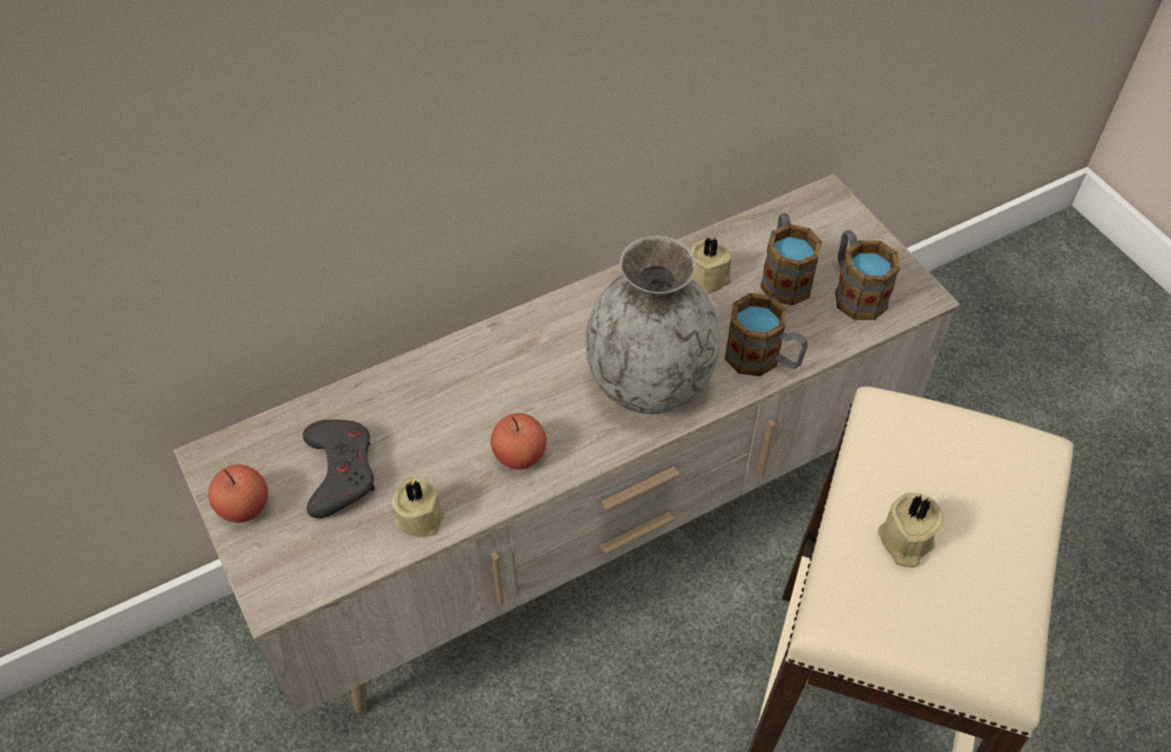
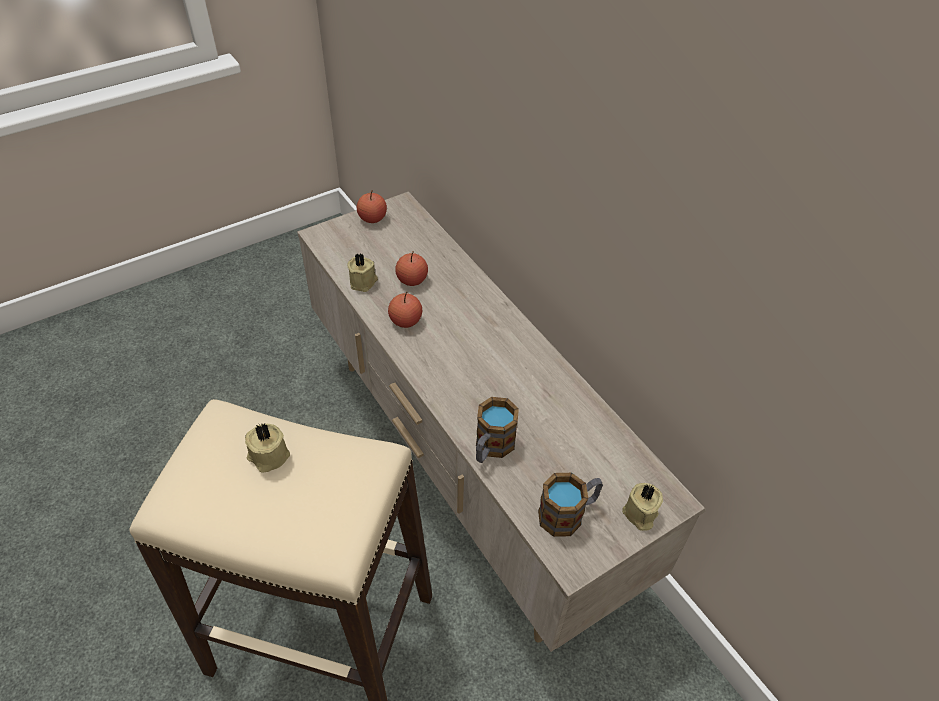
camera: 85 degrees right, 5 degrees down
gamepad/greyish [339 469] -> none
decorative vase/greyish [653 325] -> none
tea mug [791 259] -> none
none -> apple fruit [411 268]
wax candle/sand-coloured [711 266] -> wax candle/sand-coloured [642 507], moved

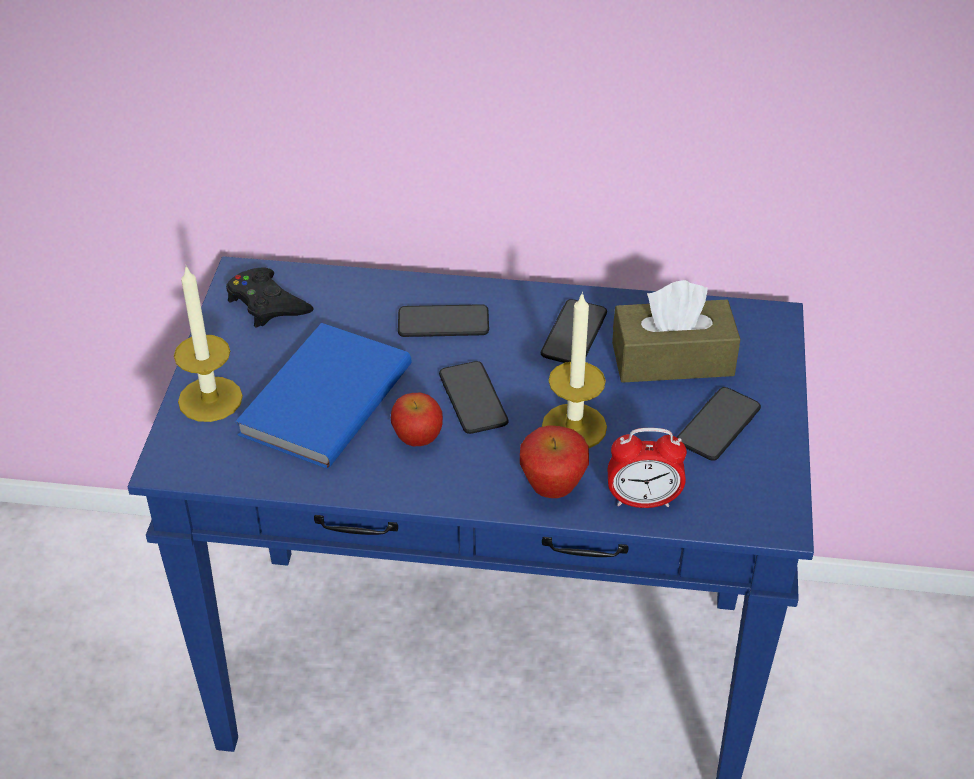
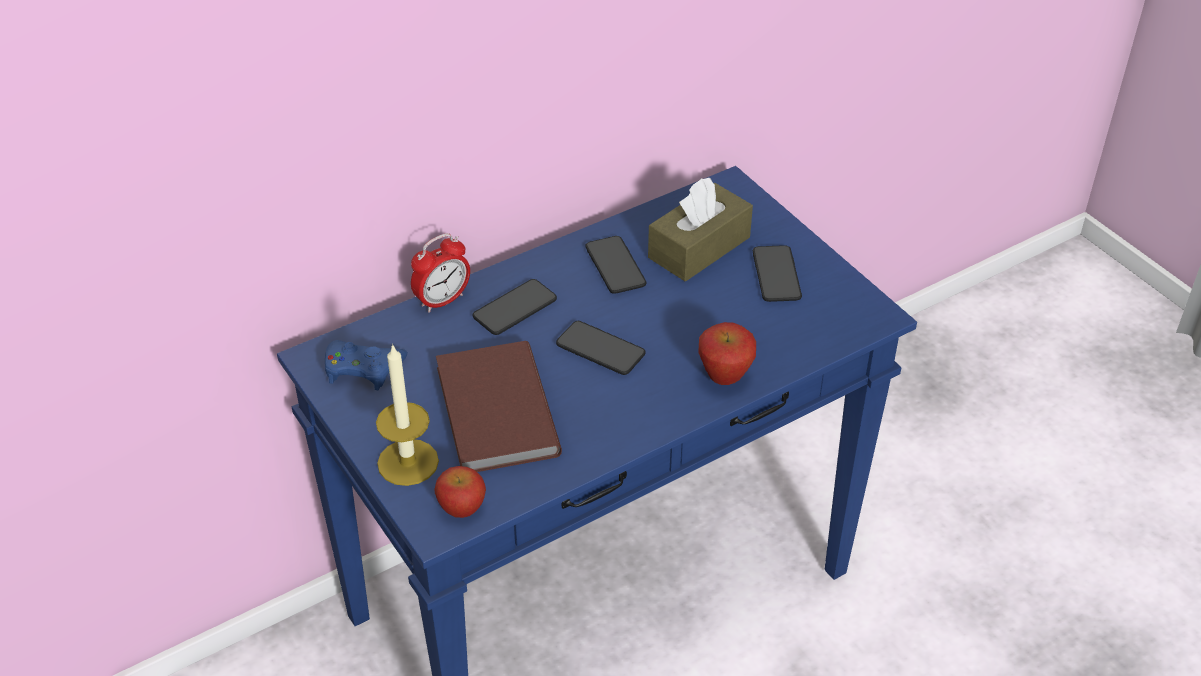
camera: 40 degrees left, 0 degrees up
wax candle [574 370] -> none
apple fruit [417 419] -> apple fruit [460 492], moved
table clock [647 468] -> table clock [440 273], moved
gamepad/blackish [270 297] -> gamepad/blue-coloured [366 365]
volume/blue-coloured [323 396] -> volume/brown-coloured [499 406]

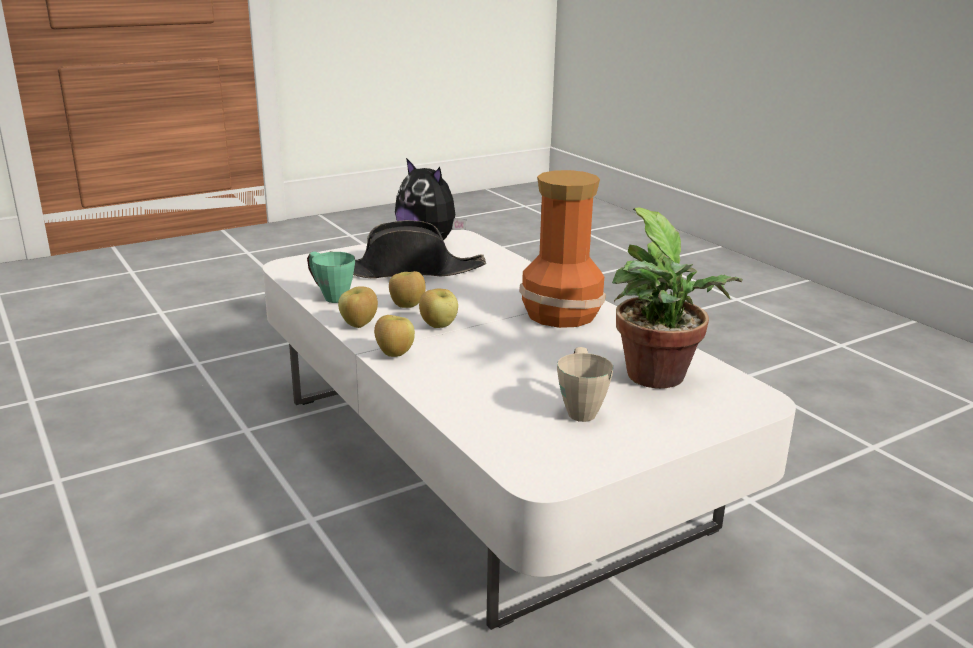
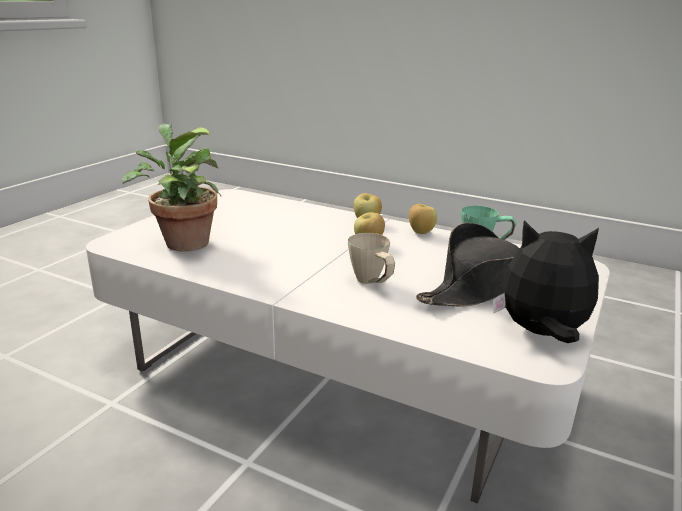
camera: 150 degrees right, 0 degrees up
apple fruit [407 289] -> none
decorative vase [562 249] -> none
tea mug/sand-coloured [585 384] -> tea mug/sand-coloured [371 258], moved

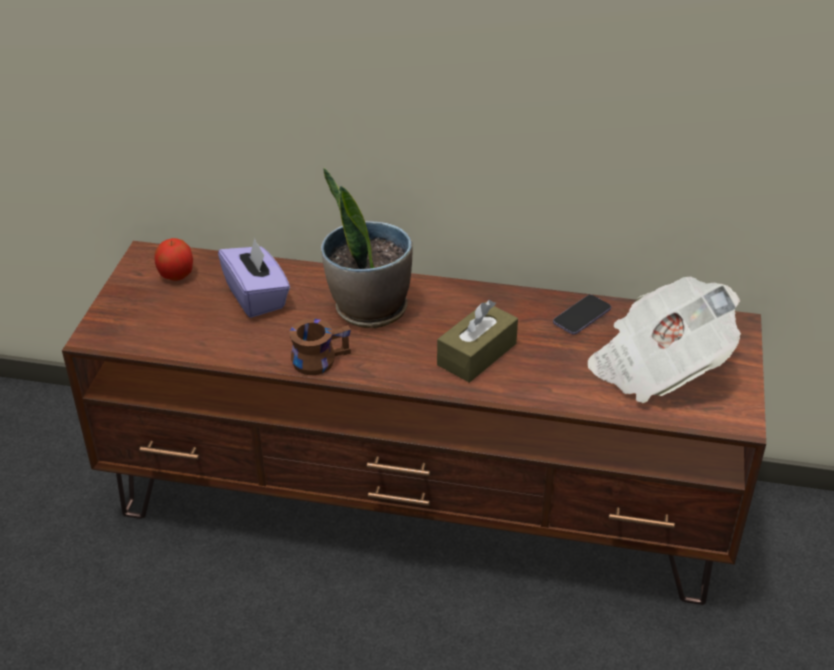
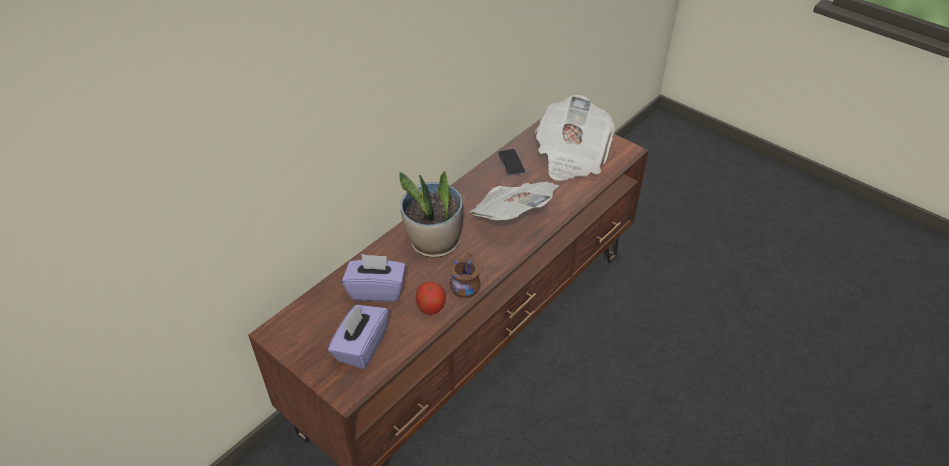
camera: 60 degrees left, 5 degrees up
none -> tissue box/purplish [358 337]
apple fruit [173 259] -> apple fruit [431 298], moved
tissue box/brown-coloured [477 341] -> newspaper [514 200]

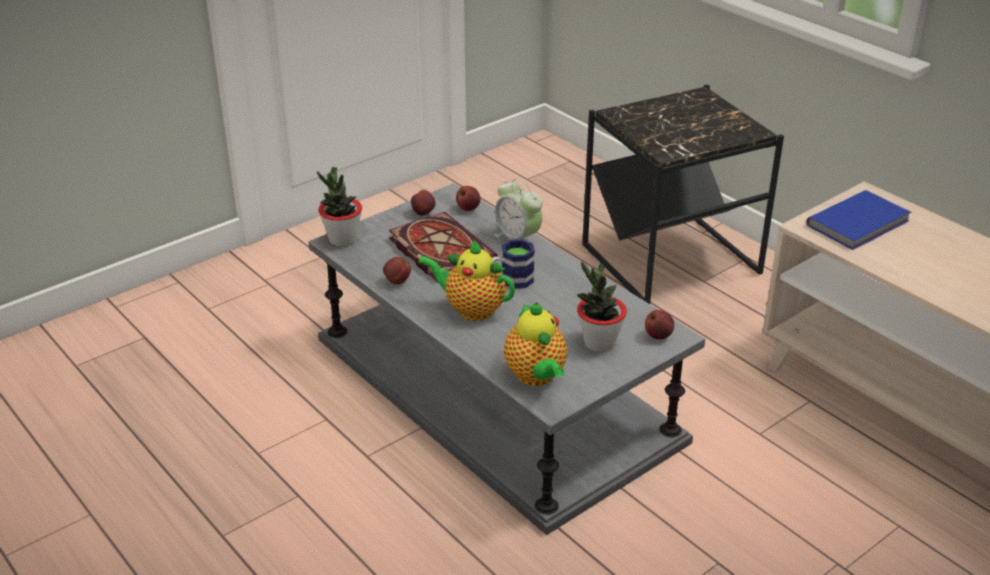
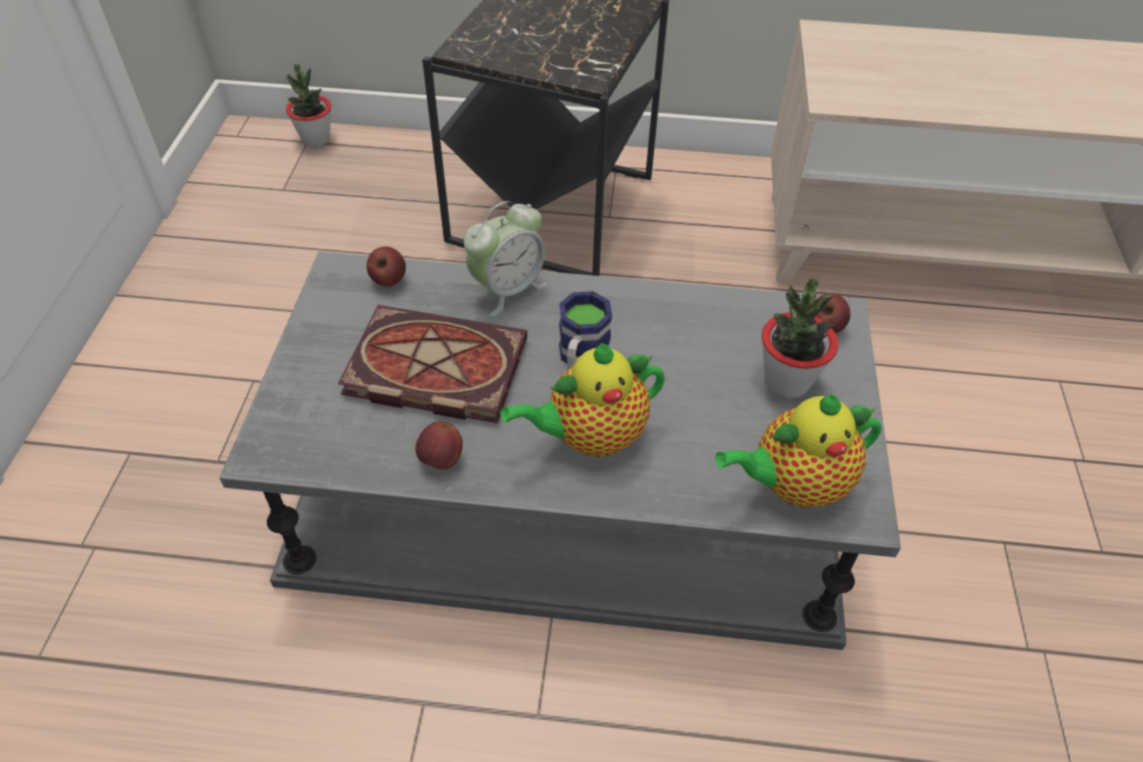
camera: 45 degrees left, 15 degrees up
apple fruit [423 203] -> none
volume/blue-coloured [858 220] -> none
potted plant [339 207] -> potted plant [308 105], moved
table clock [518 209] -> table clock [505 258], 45 degrees counterclockwise
pot for tea [535 344] -> pot for tea [798 451], 135 degrees clockwise

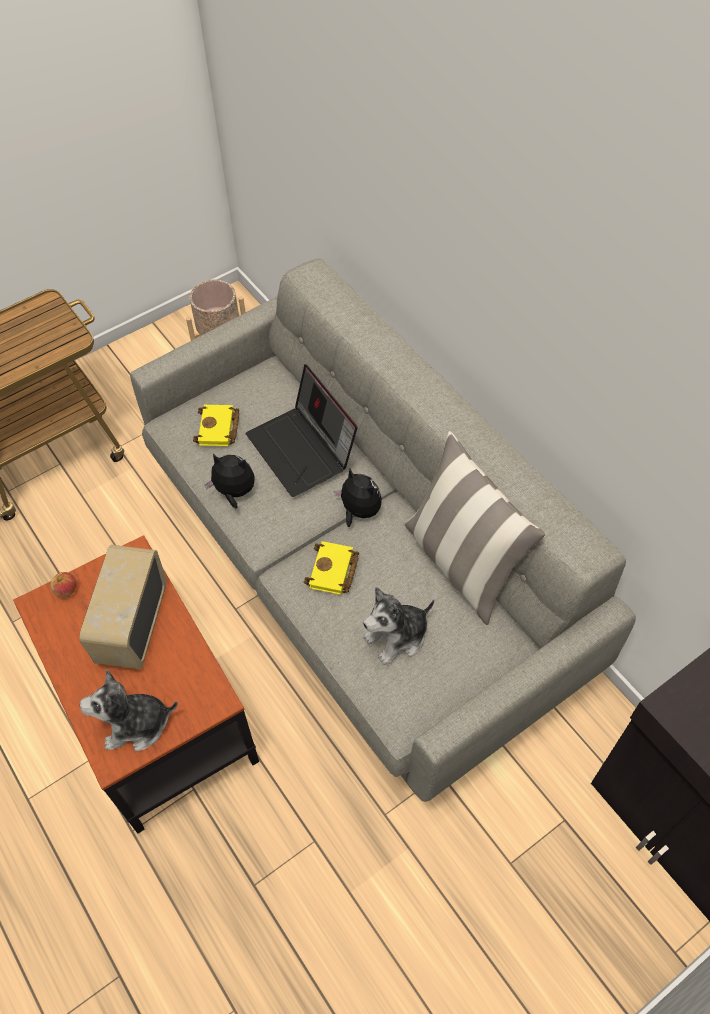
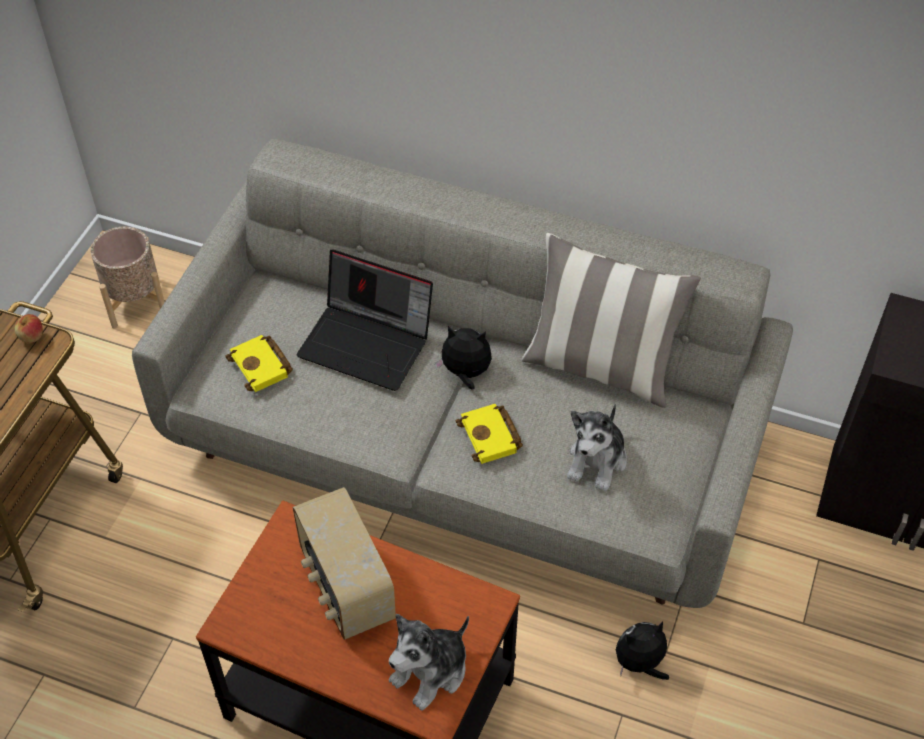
camera: 35 degrees left, 5 degrees down
apple fruit [63 585] -> apple fruit [29 328], moved
soft toy [230 481] -> soft toy [642 651], moved

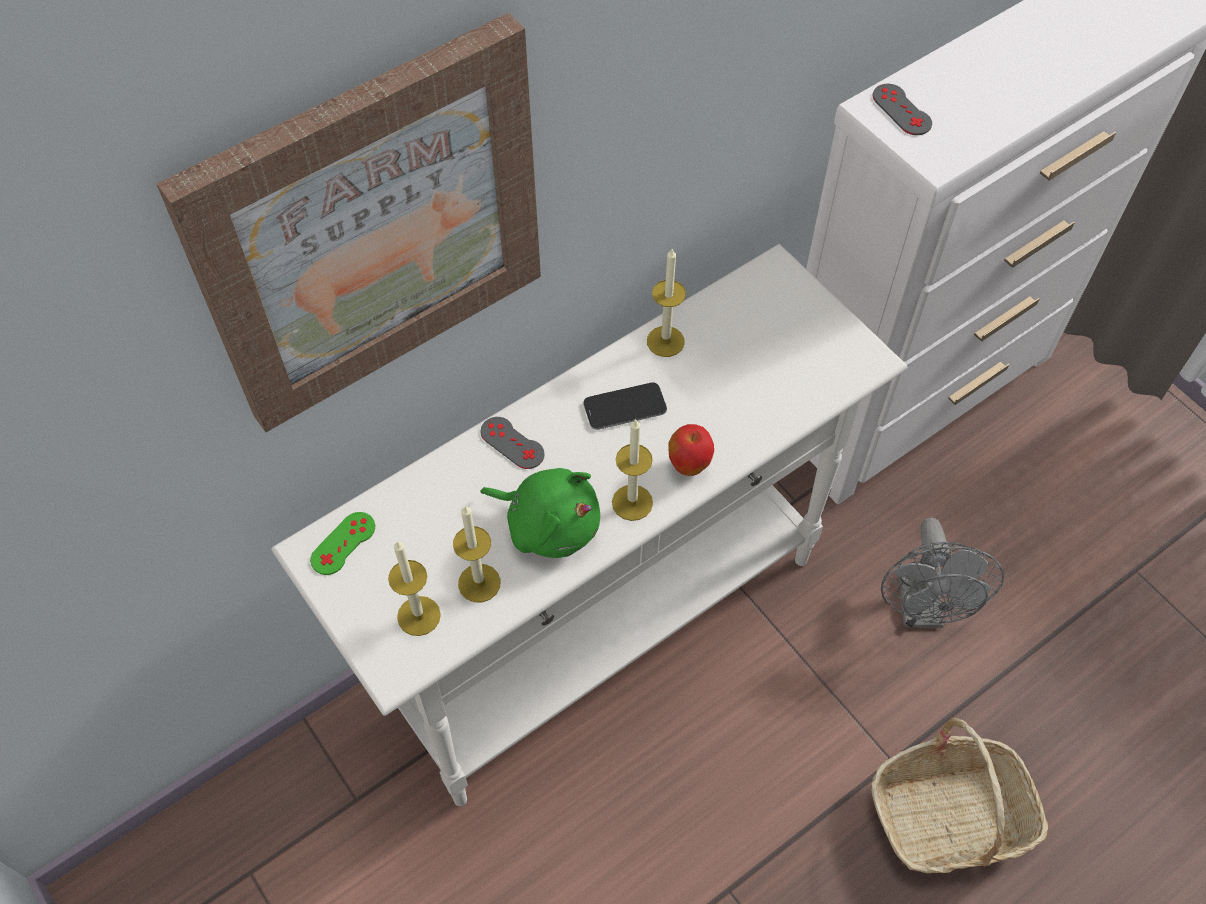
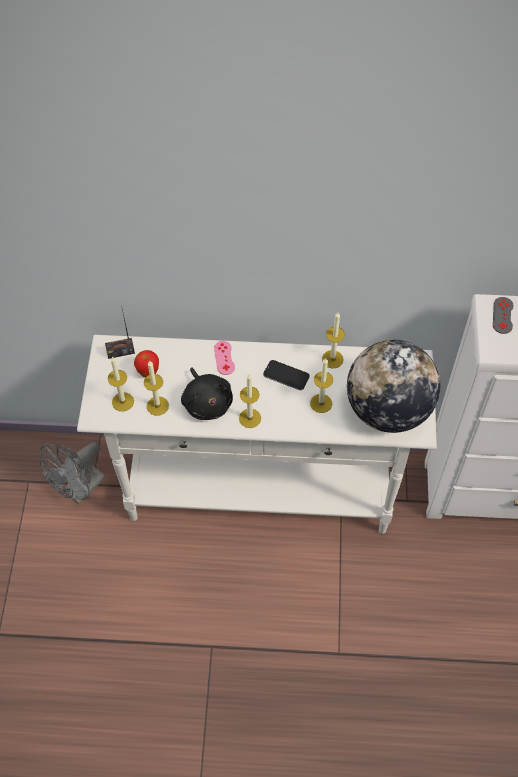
camera: 40 degrees right, 0 degrees up
wall art [349 222] -> none
basket [959 795] -> none
none -> wax candle [321 385]
none -> desk globe [393 386]
apple fruit [691 450] -> apple fruit [146 363], moved
cooling fan/greyish [942 573] -> cooling fan/greyish [73 473], moved
gamepad/green-coloured [342 543] -> radio receiver [120 332]
gamepad/greyish [512 443] -> gamepad/pink [224 358]
soft toy/green-coloured [540 513] -> soft toy/blackish [207 393]

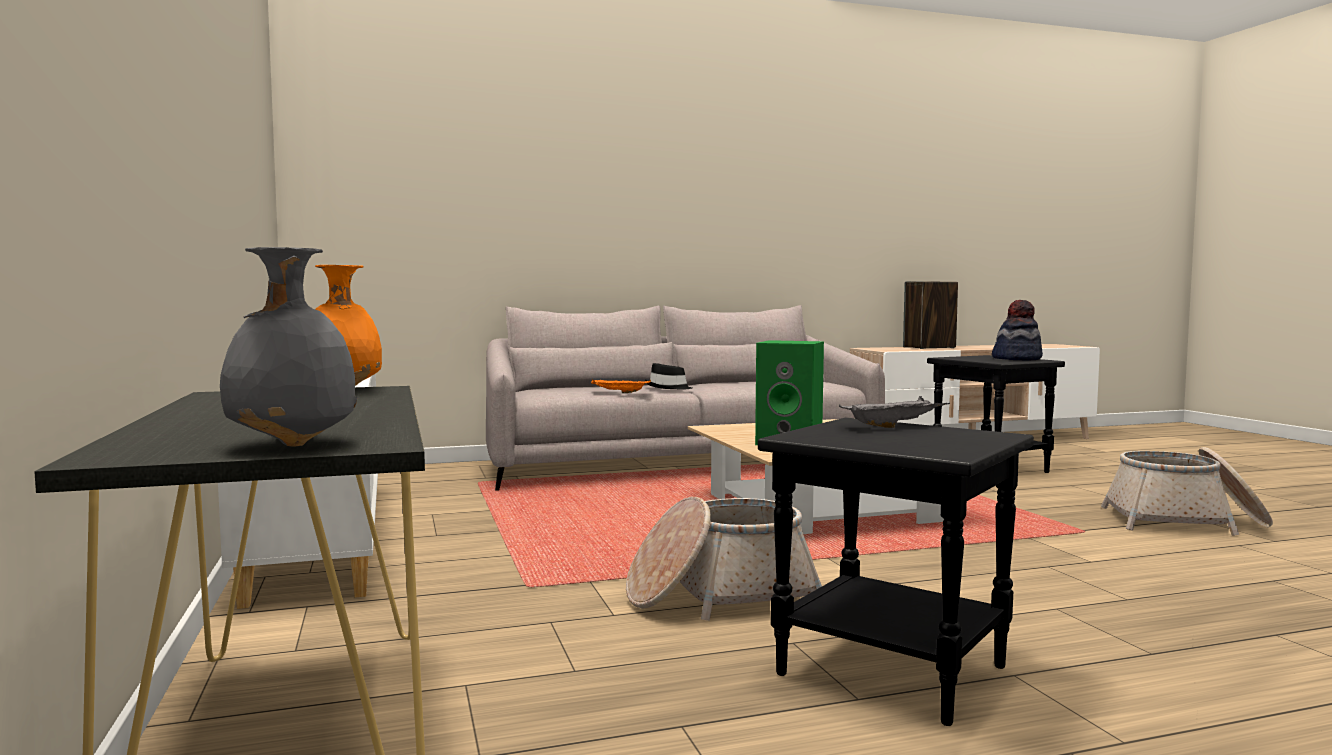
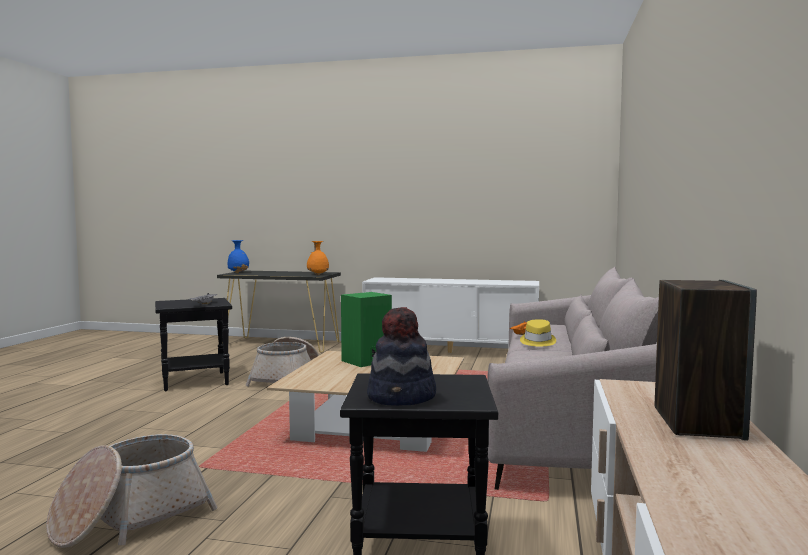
camera: 120 degrees right, 0 degrees up
decorative vase/greyish [288 346] -> decorative vase/blue-coloured [238 256]
wearable hat/blackish [668 376] -> wearable hat/yellow [538 332]

